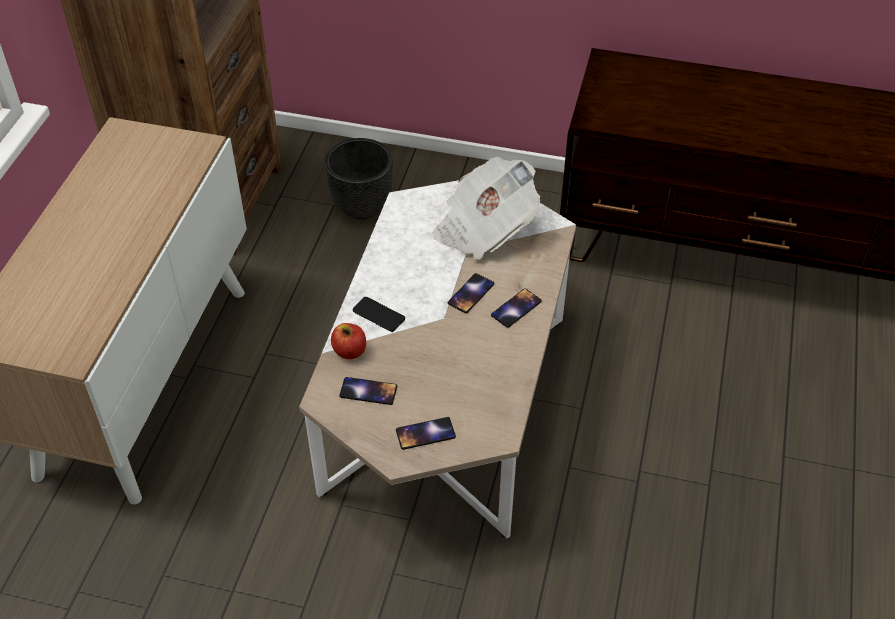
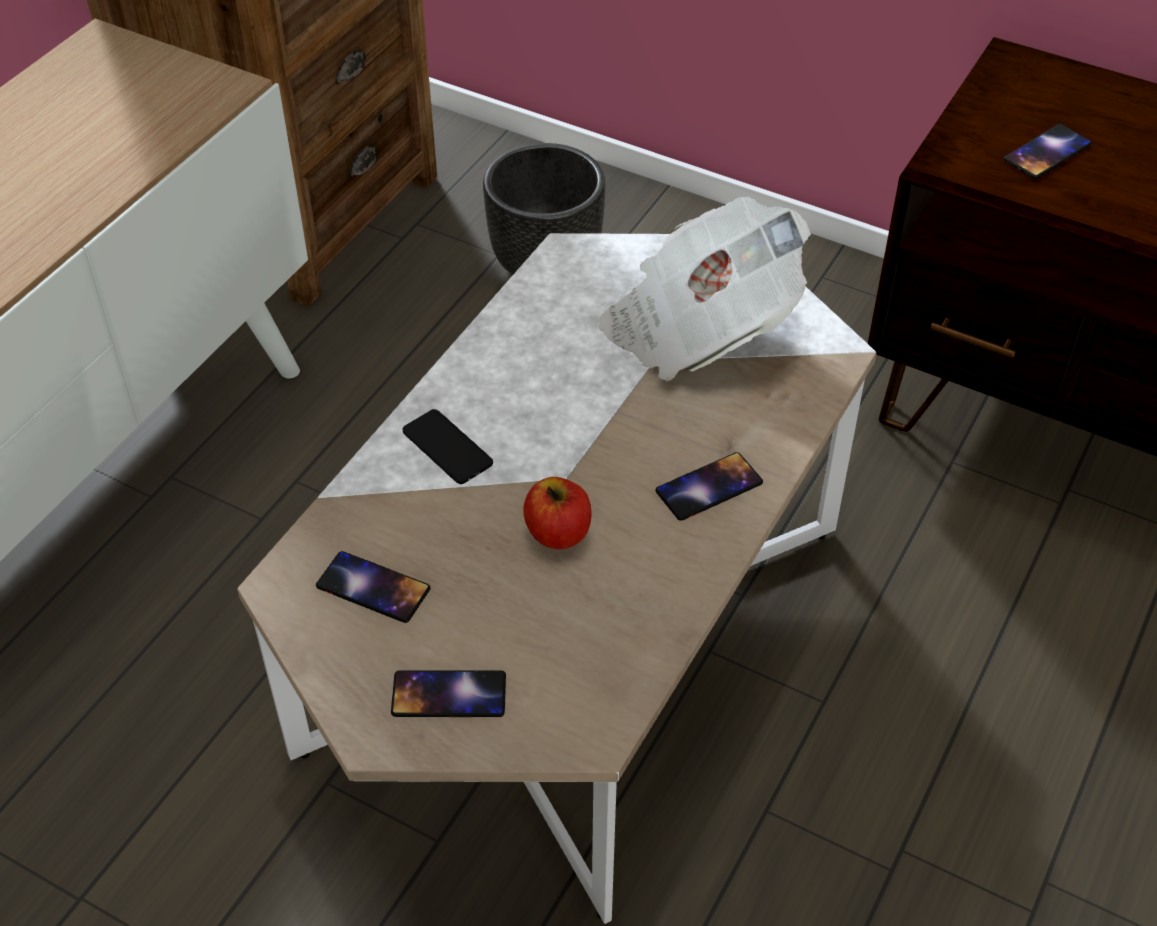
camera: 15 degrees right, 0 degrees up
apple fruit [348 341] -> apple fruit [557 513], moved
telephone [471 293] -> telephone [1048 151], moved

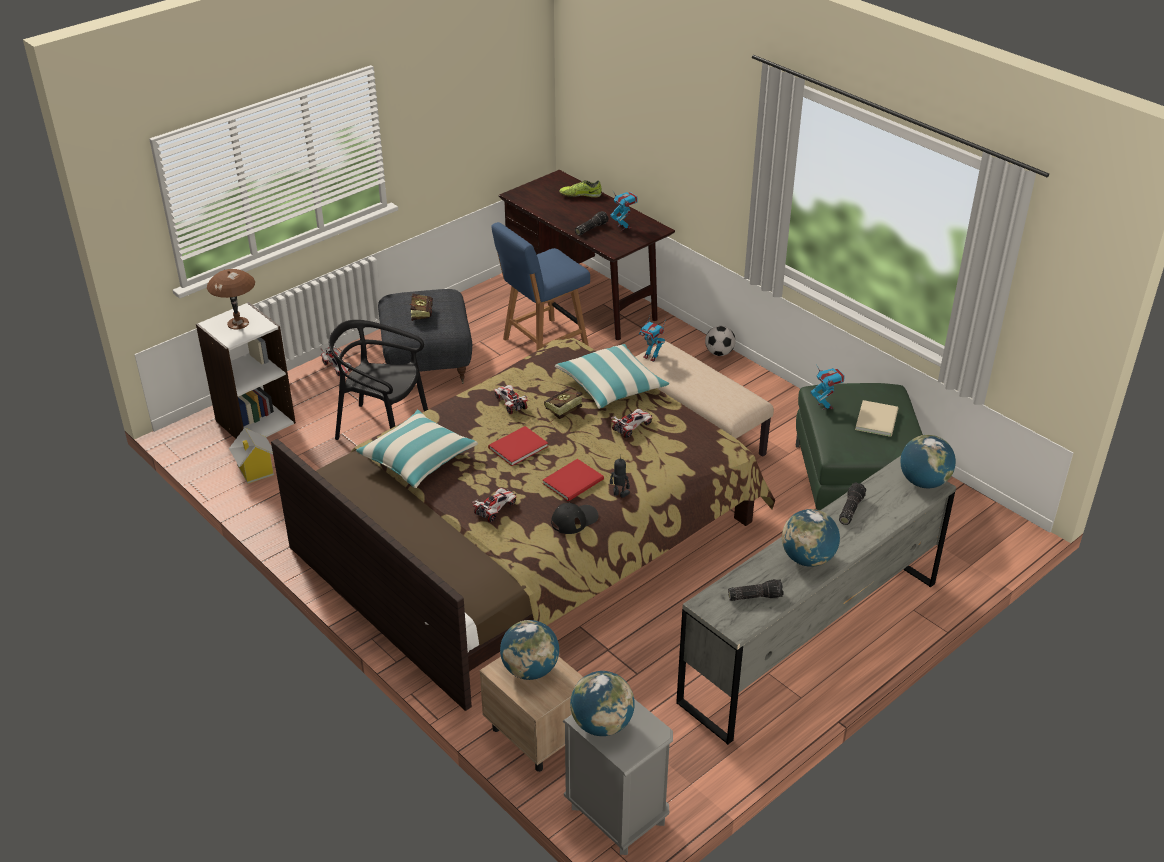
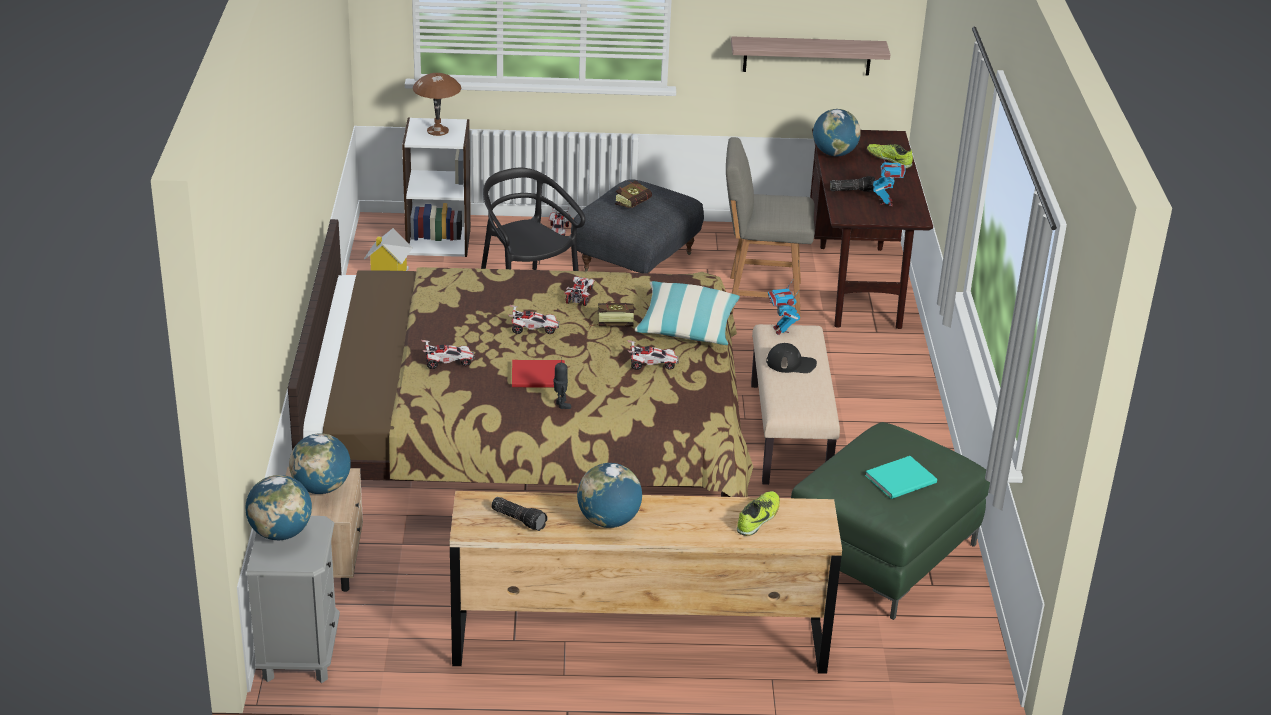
camera: 40 degrees right, 5 degrees down
cushion [417 449] -> none
football [720 341] -> none
toy robot [827 387] -> none
flashlight [852 504] -> none
none -> shelf [810 56]
none -> low shoe [758 513]
peaked cap/blackish [574 518] -> peaked cap/blackish [791 358], moved
desk globe [928 461] -> desk globe [837 132], moved
volume/reddish [518 446] -> toy car [533 319]
chair/blue-coloured [541 286] -> chair/greyish [770 227]
dresser/greyish [816 600] -> dresser/brown-coloured [646 582]
volume/sand-coloured [876 418] -> volume/blue-green [901 477]

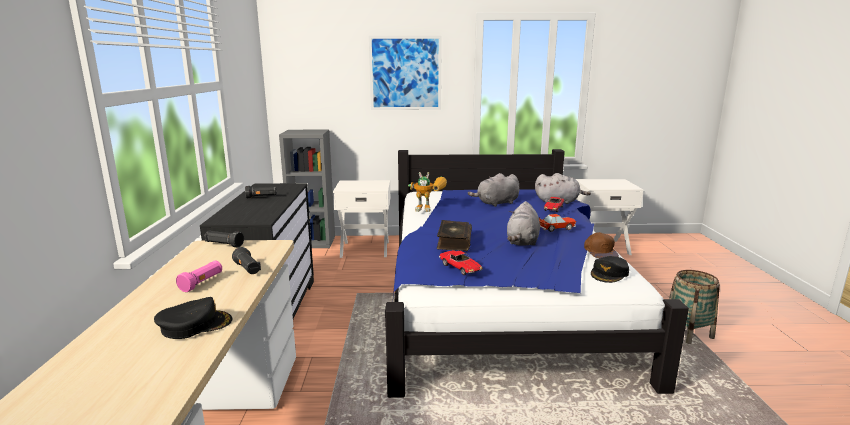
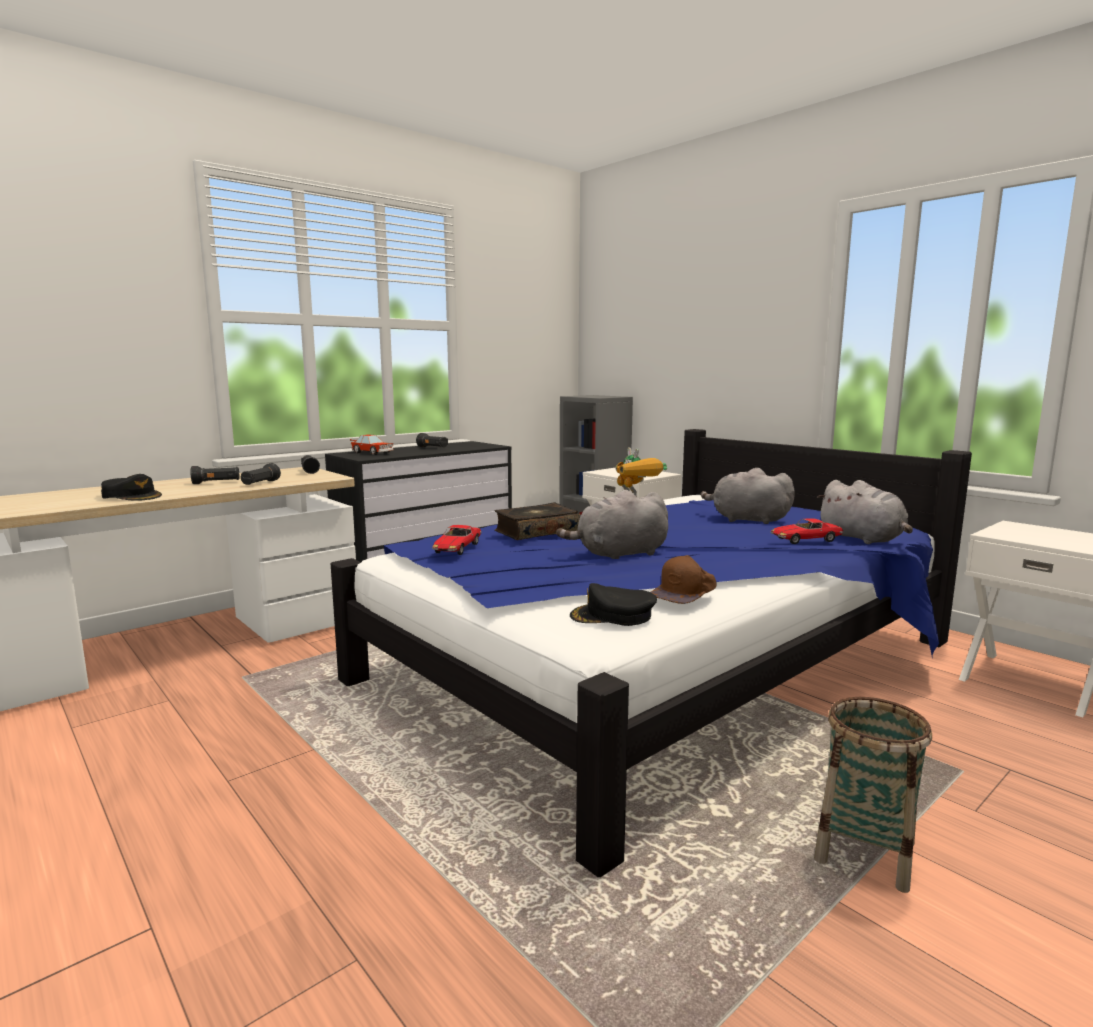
camera: 50 degrees right, 5 degrees down
wall art [405 73] -> none
toy car [557 223] -> toy car [372 444], moved
flashlight/pink [199 276] -> flashlight/blackish [215 475]

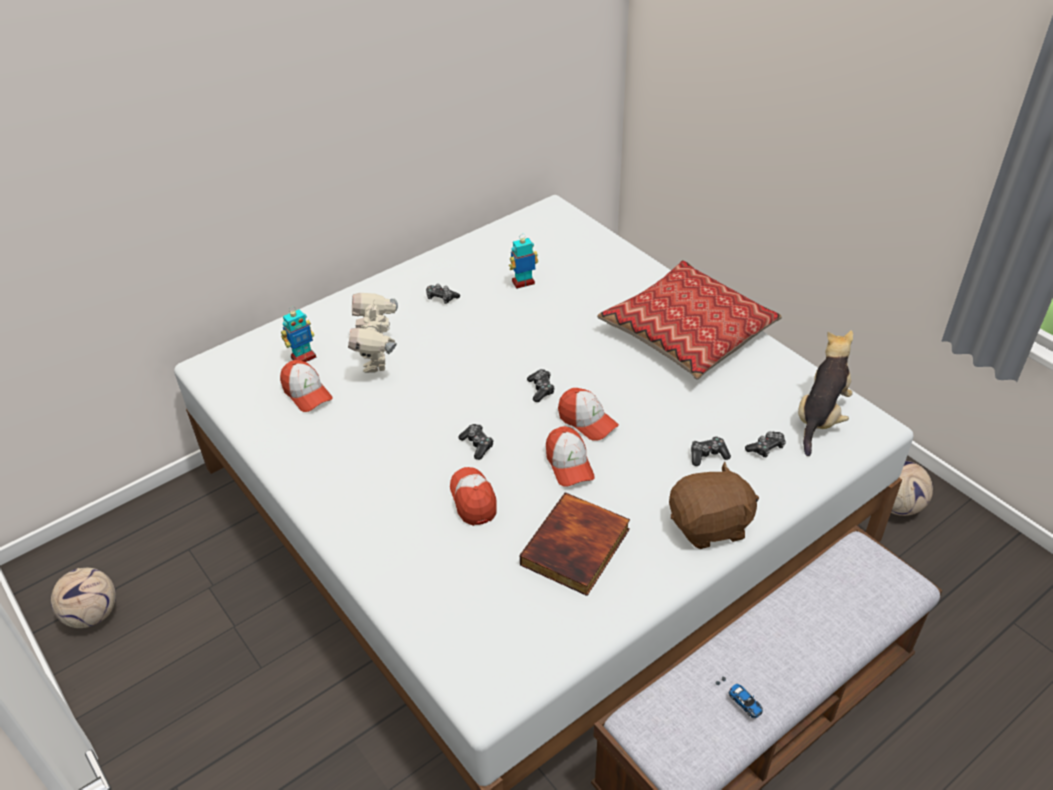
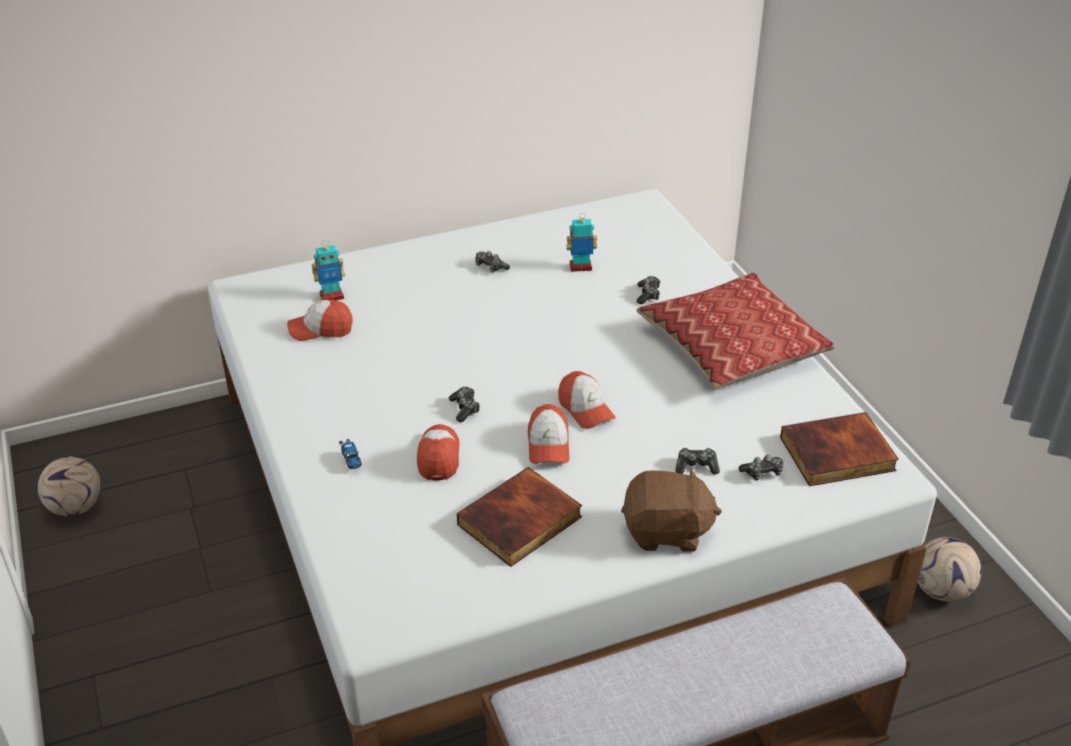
camera: 15 degrees right, 5 degrees down
toy robot [373 333] -> none
gamepad [541 385] -> gamepad [648 290], moved
toy car [739 697] -> toy car [350 454], moved
soft toy [825 393] -> volume [839 449]
peaked cap [306 386] -> peaked cap [320 320], 105 degrees clockwise

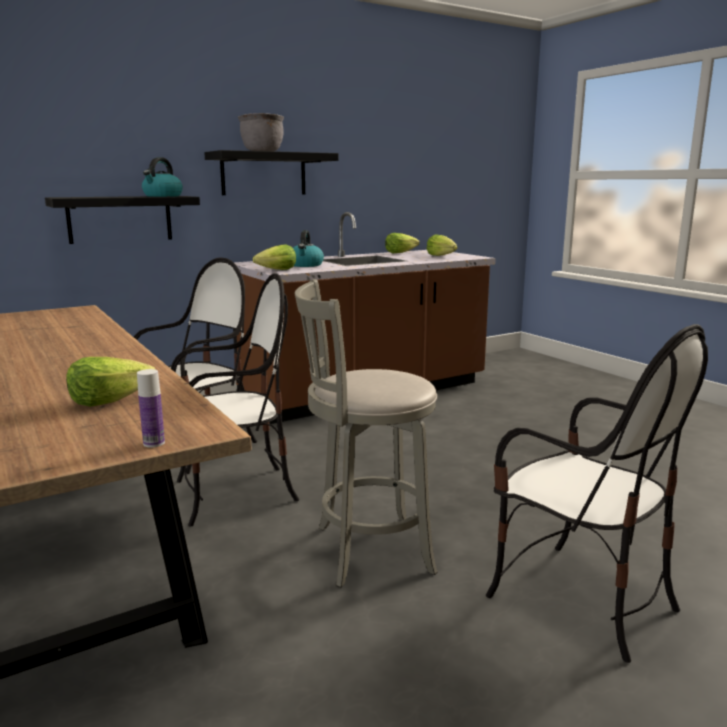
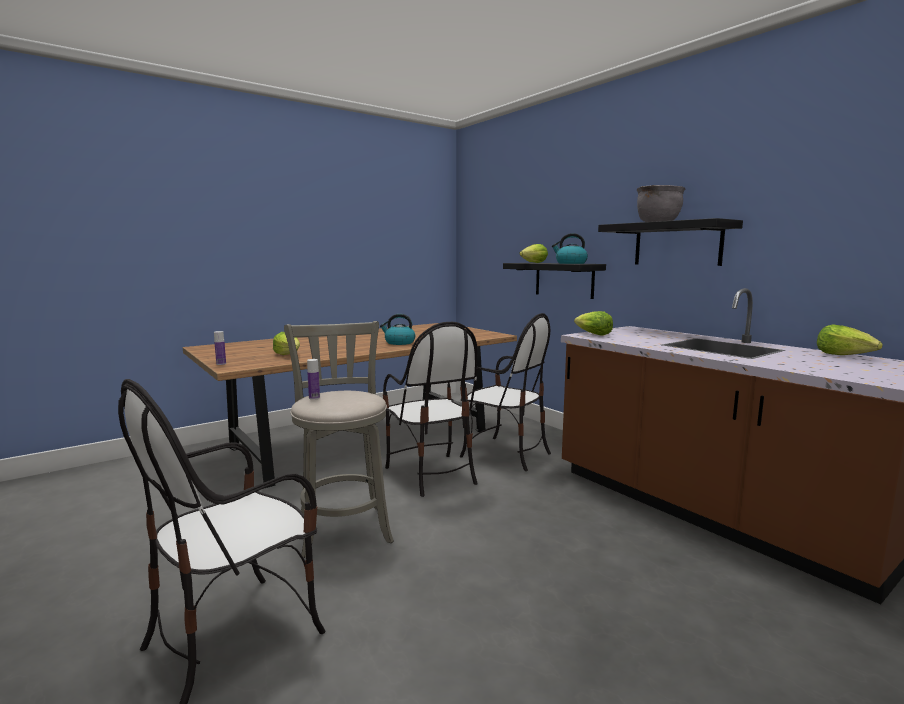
camera: 85 degrees right, 5 degrees down
none -> bottle [313 379]
kettle [308 248] -> kettle [397 329], moved
lettuce head [442 245] -> lettuce head [533 253], moved

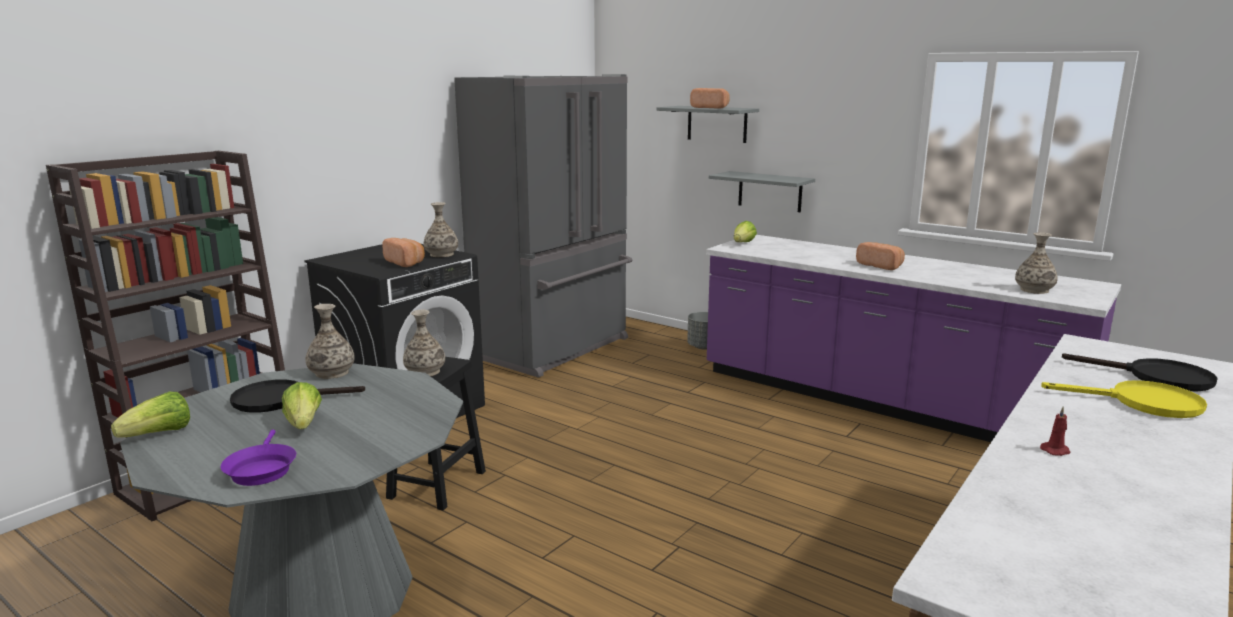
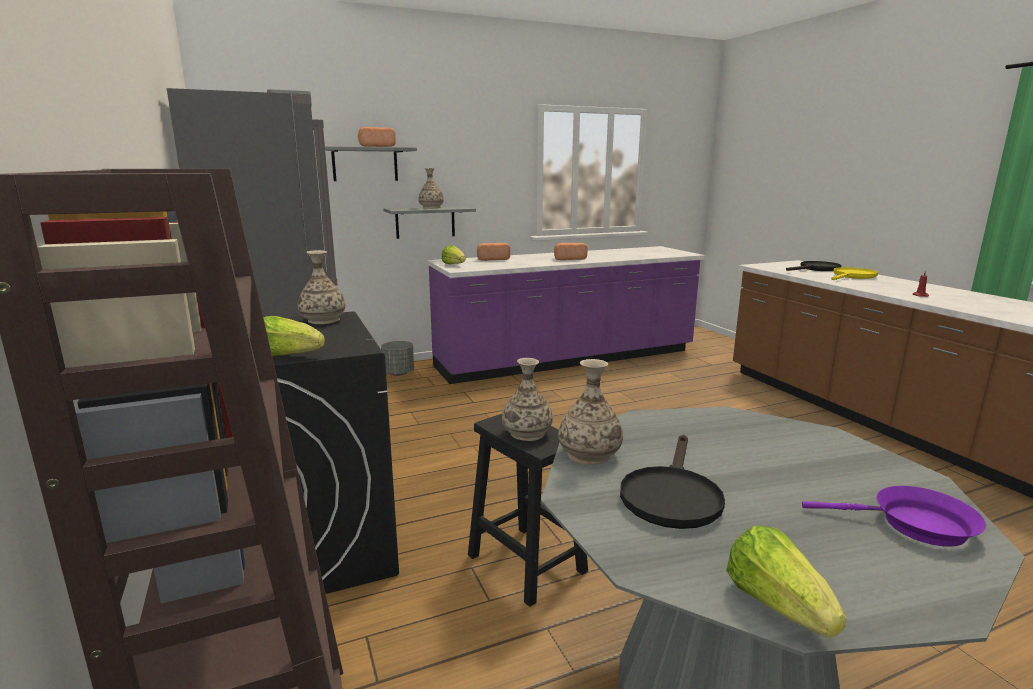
camera: 60 degrees left, 0 degrees up
lettuce head [302 405] -> lettuce head [294 336], moved
bread [403 252] -> bread [493 252], moved
decorative vase [1036 263] -> decorative vase [431 188], moved

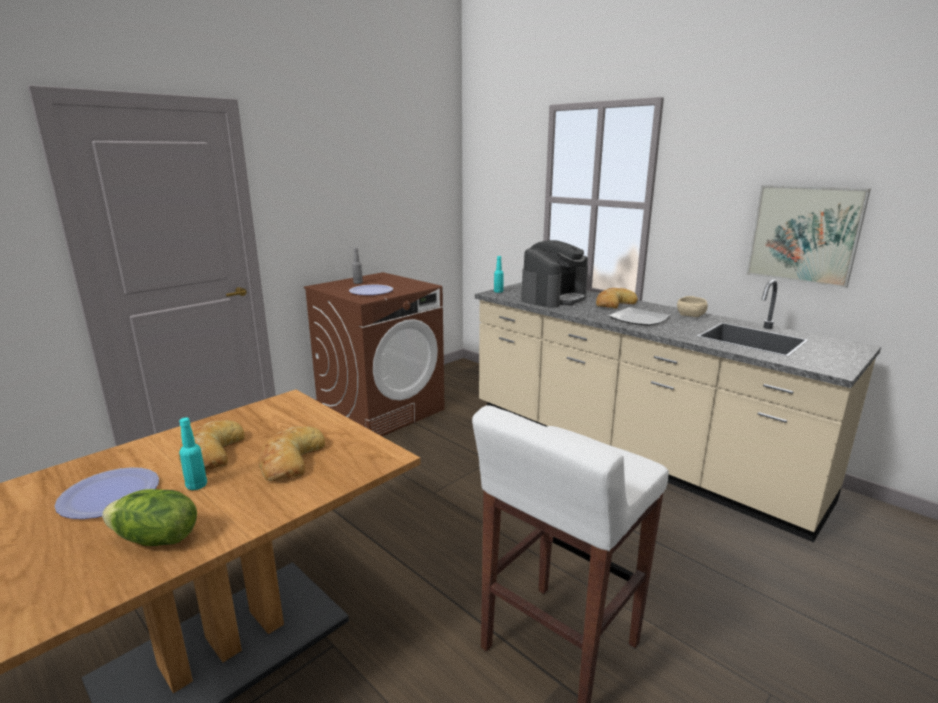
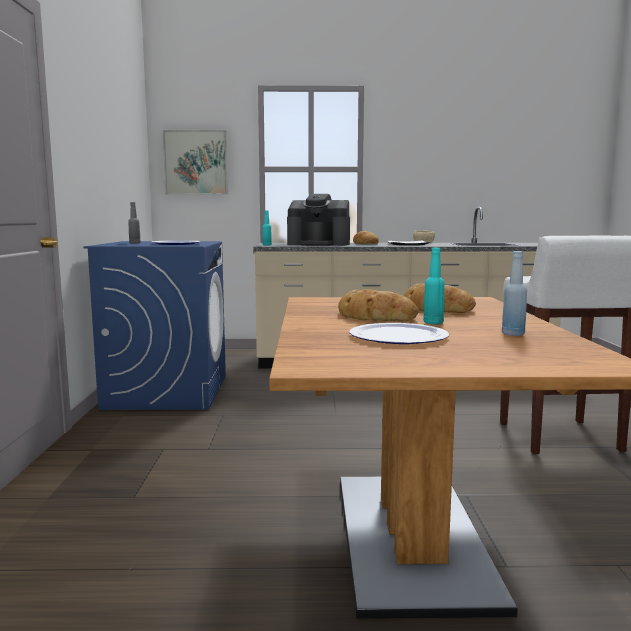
camera: 45 degrees left, 10 degrees down
wall art [808 236] -> wall art [195 162], moved
lettuce head [149 517] -> bottle/blue-coloured [514 293]
laundry machine/brown-coloured [374 354] -> laundry machine/blue-coloured [154 325]
coffee brewer [554 274] -> coffee brewer [318 220], 105 degrees clockwise

